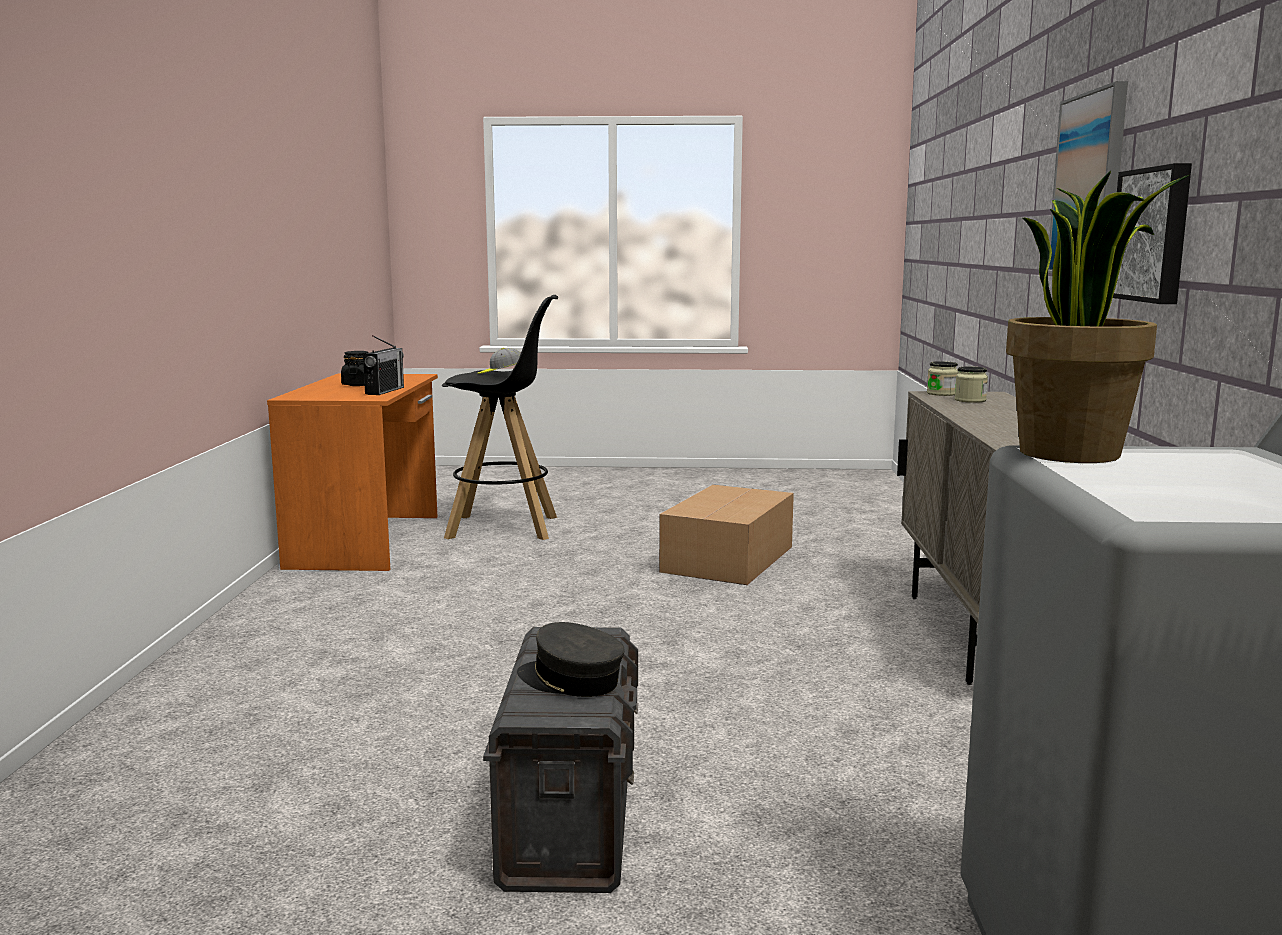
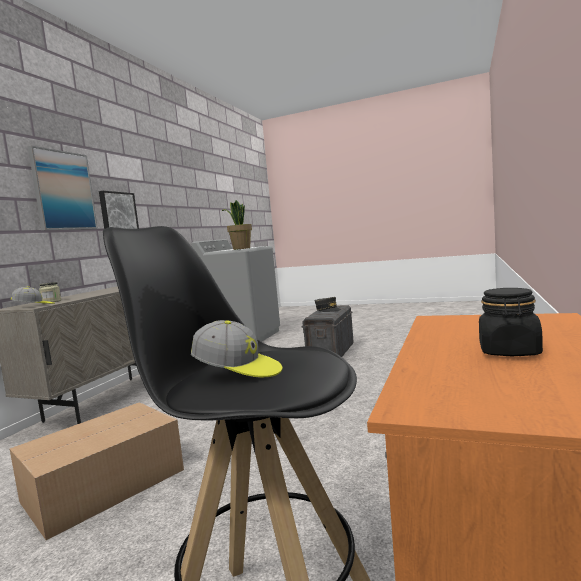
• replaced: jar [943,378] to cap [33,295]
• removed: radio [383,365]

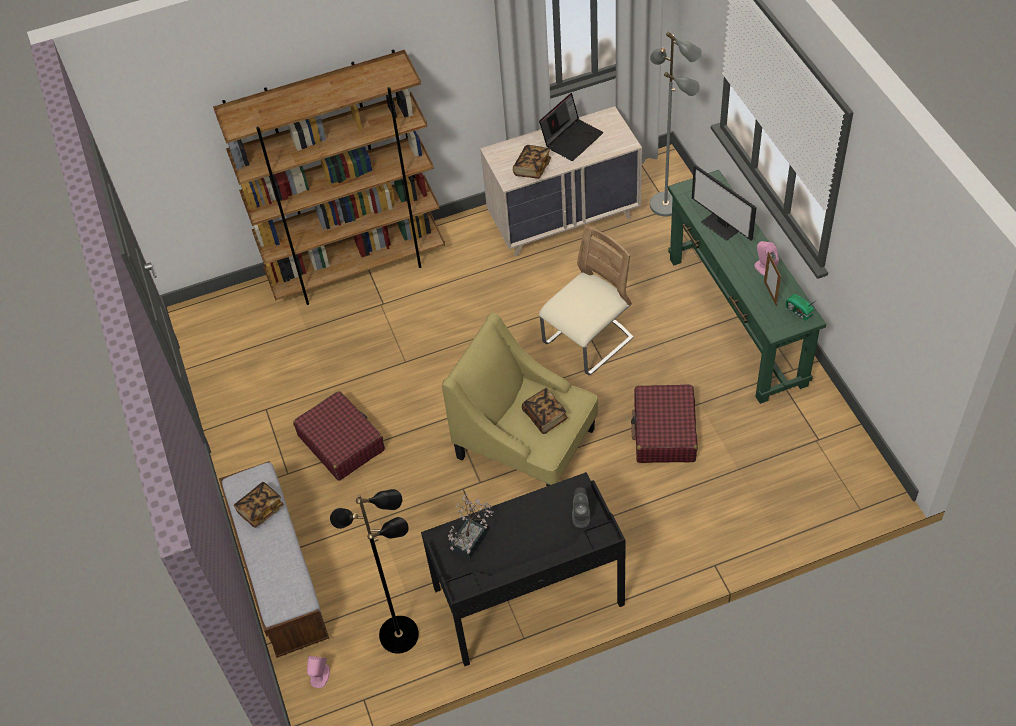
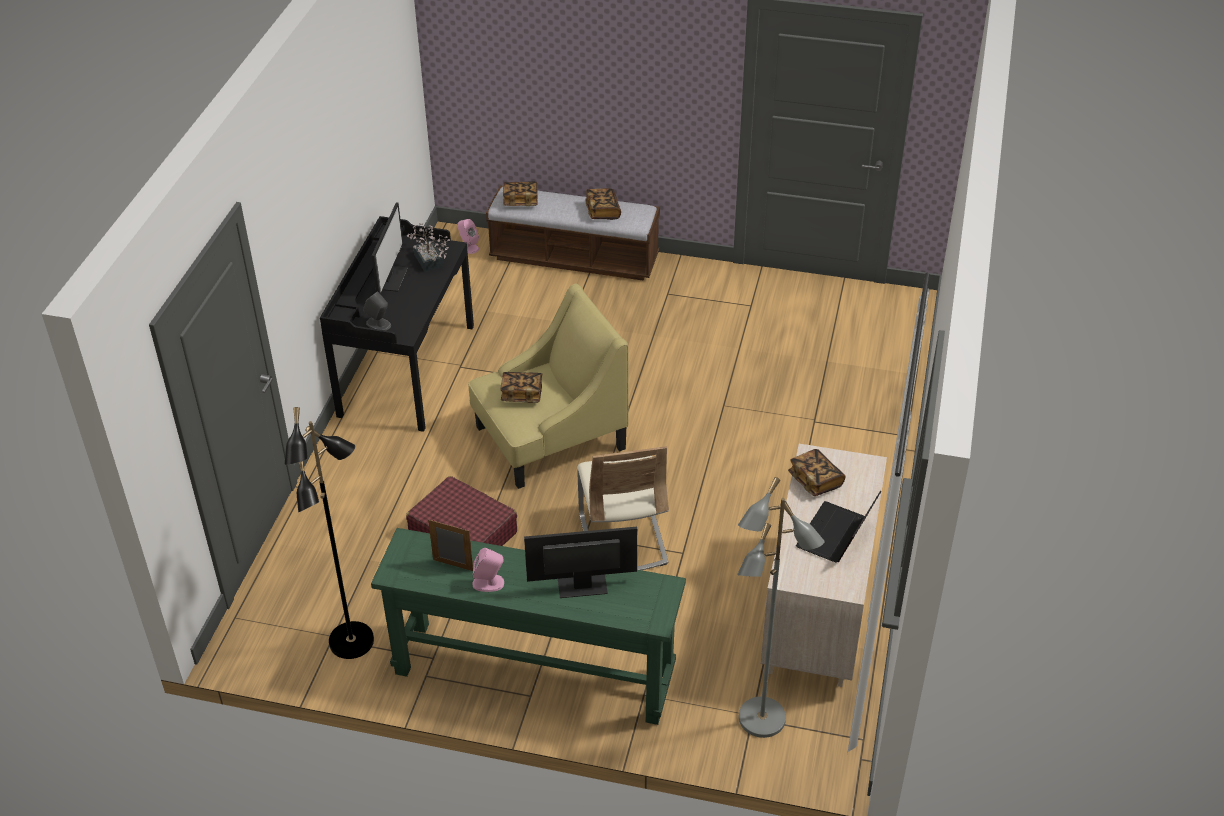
• moved: black floor lamp [374,571] to [329,533]
• added: monitor [390,248]
• added: book [520,194]
• turned: laptop [571,127] = [838,526] 45 degrees clockwise
• removed: brown bookcase [329,177]
• removed: red suitcase [339,436]
• removed: radio [802,307]

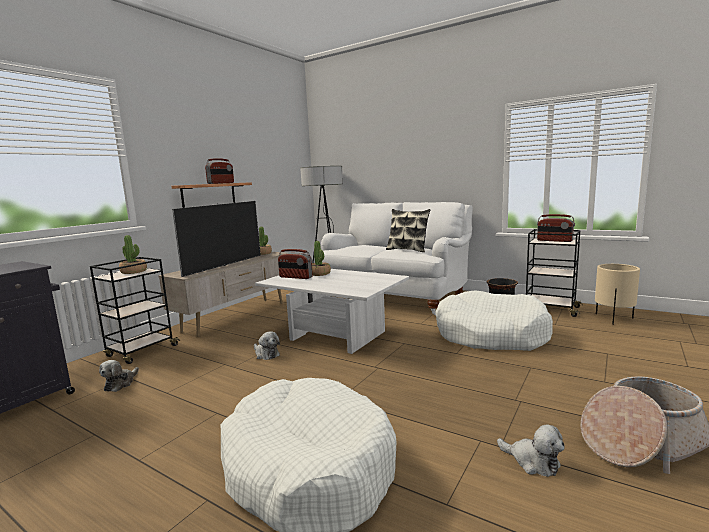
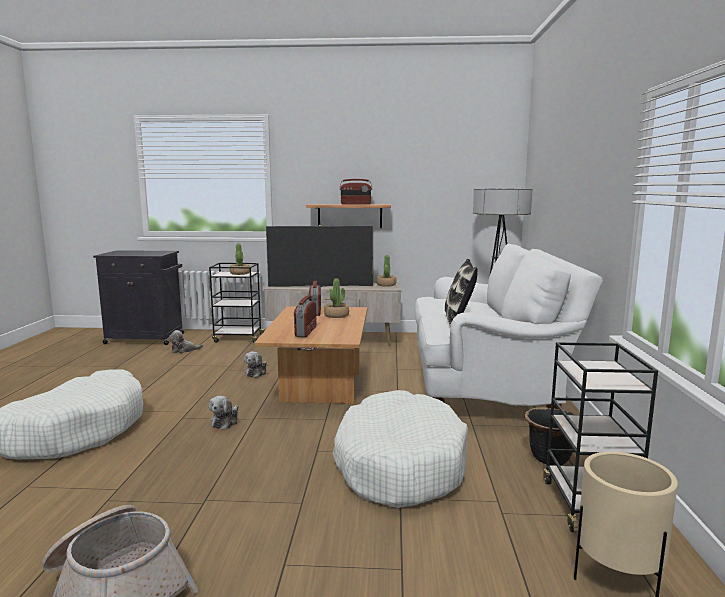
• moved: plush toy [531,450] to [224,412]
• recoloured: white coffee table [332,311] to brown coffee table [310,355]
• moved: radio [556,228] to [305,316]

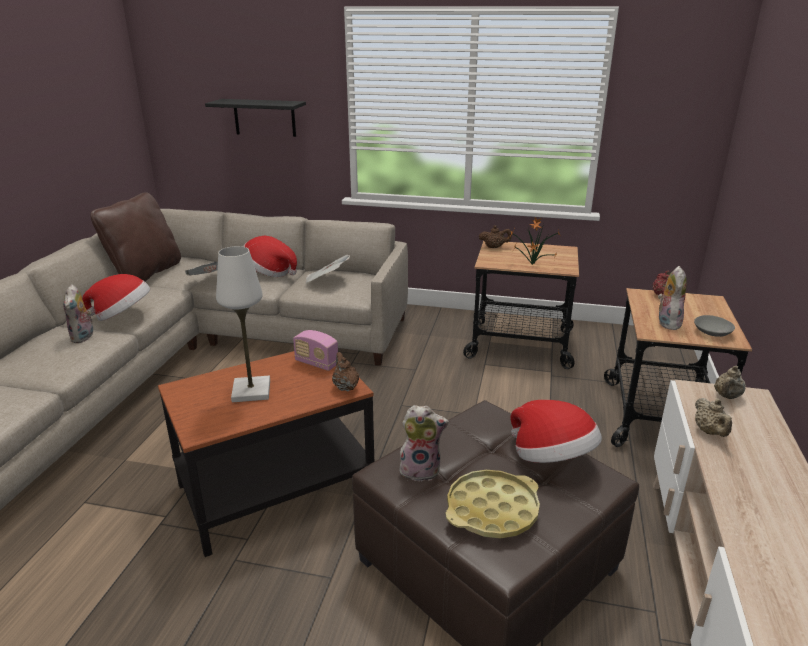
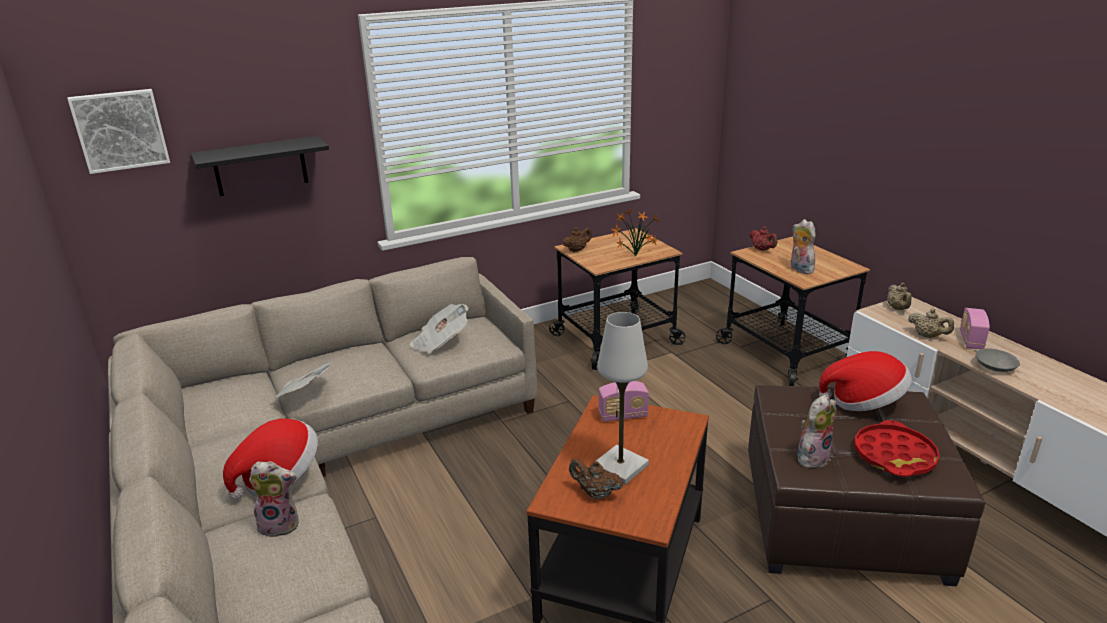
• added: picture [118,131]
• turned: plush toy [78,313] = [274,499] 45 degrees counterclockwise
• moved: brown teapot [345,372] to [596,478]
• recoloured: yellow tray [493,504] to red tray [897,448]
• added: radio [975,328]
• moved: grey bowl [714,326] to [997,360]
• removed: brown pillow [136,236]
• removed: hat [270,256]

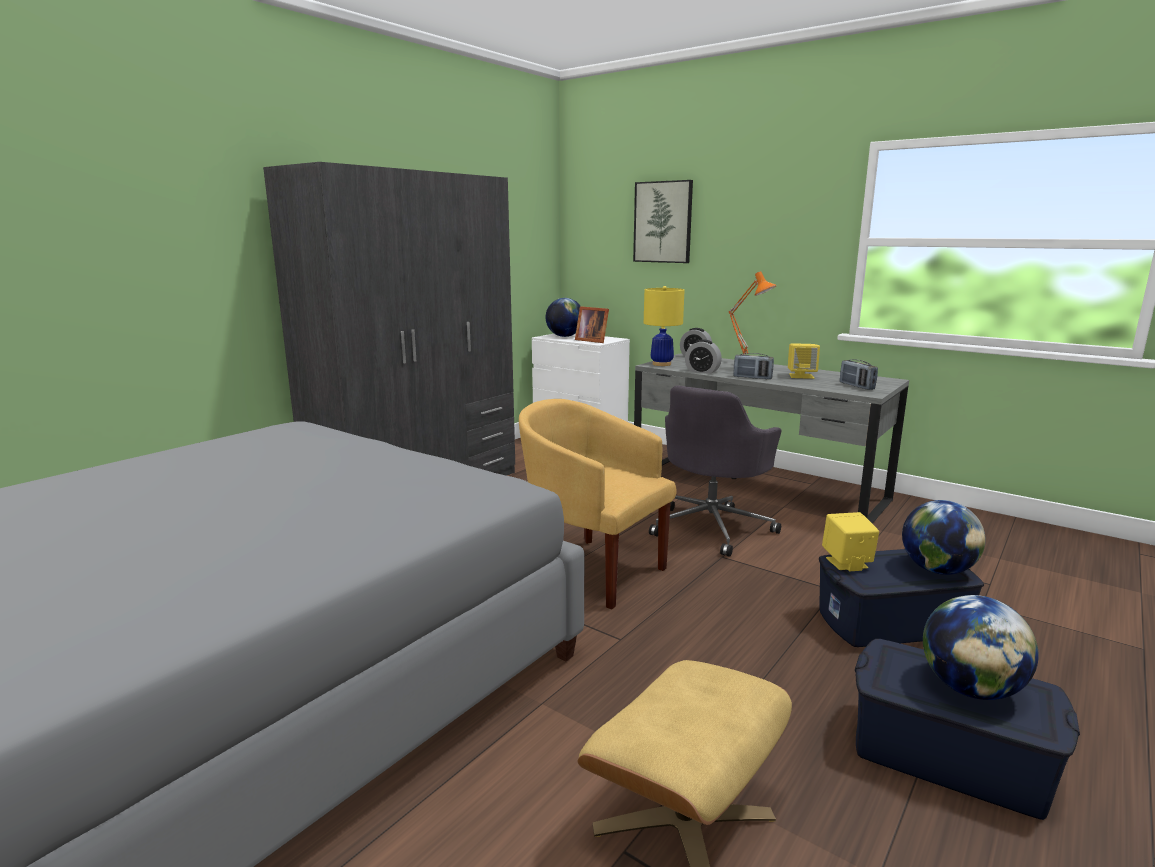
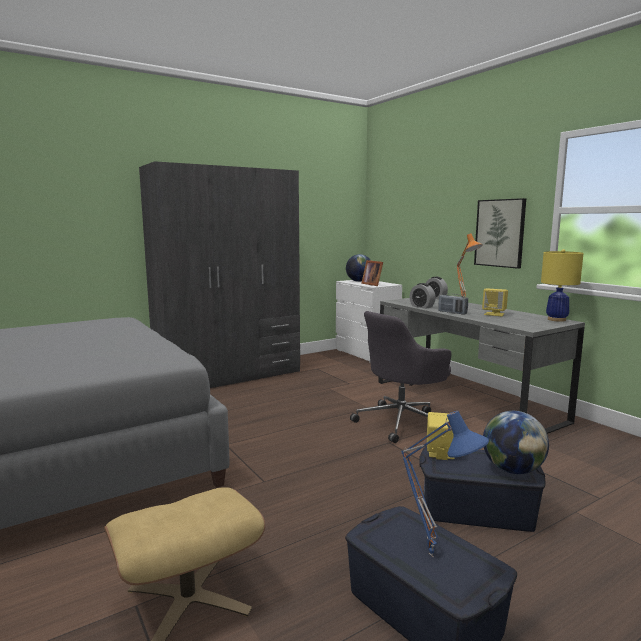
• replaced: globe [981,647] to blue table lamp [445,484]
• moved: picture [663,221] to [500,233]
• moved: yellow table lamp [664,326] to [562,285]
• removed: yellow armchair [598,504]
• removed: radio [859,375]

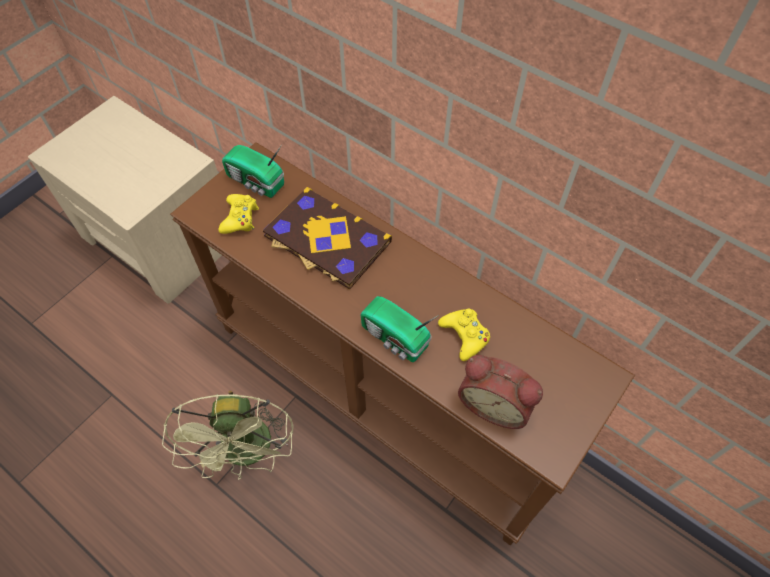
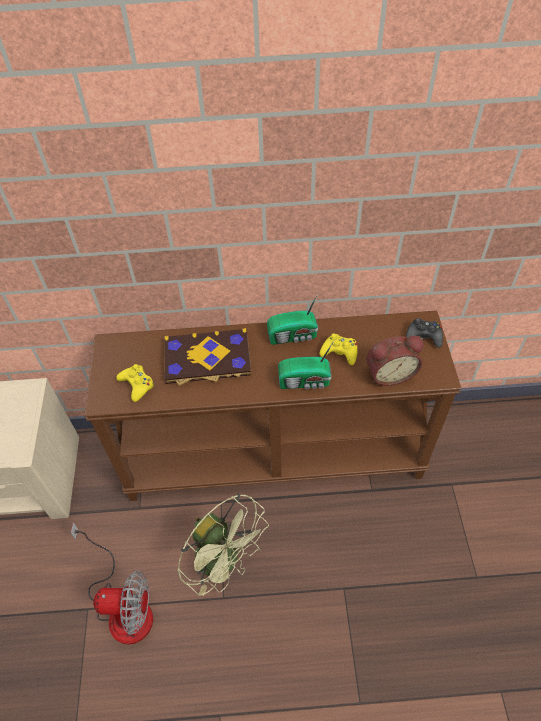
• added: fan [112,584]
• moved: radio [253,171] to [293,318]
• added: black game controller [424,333]

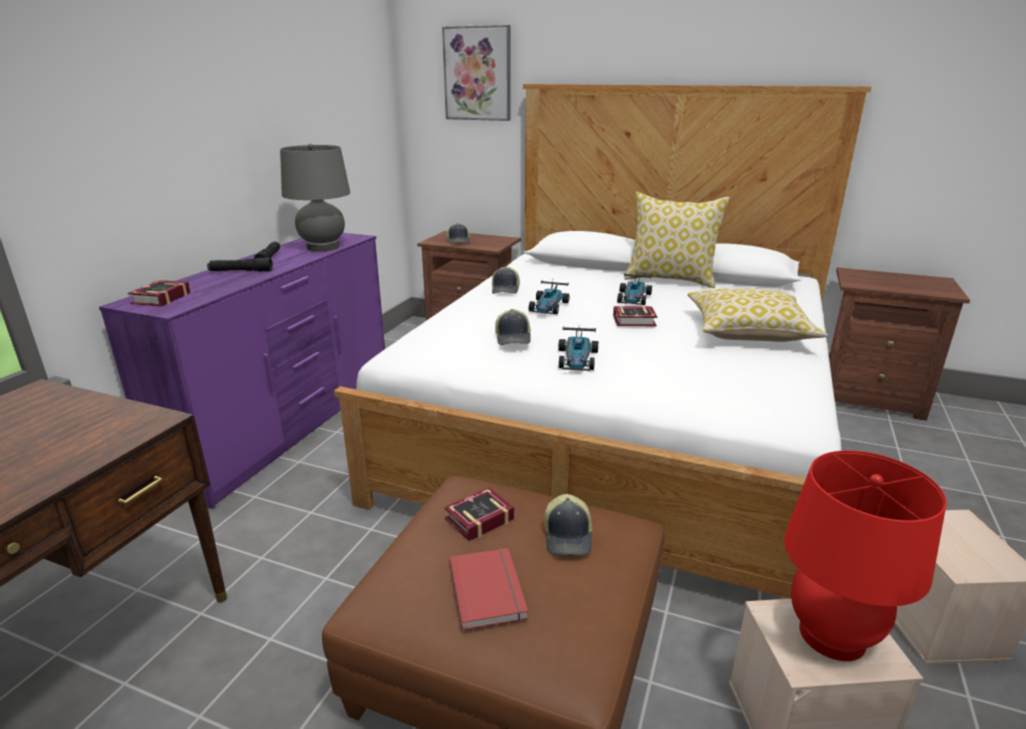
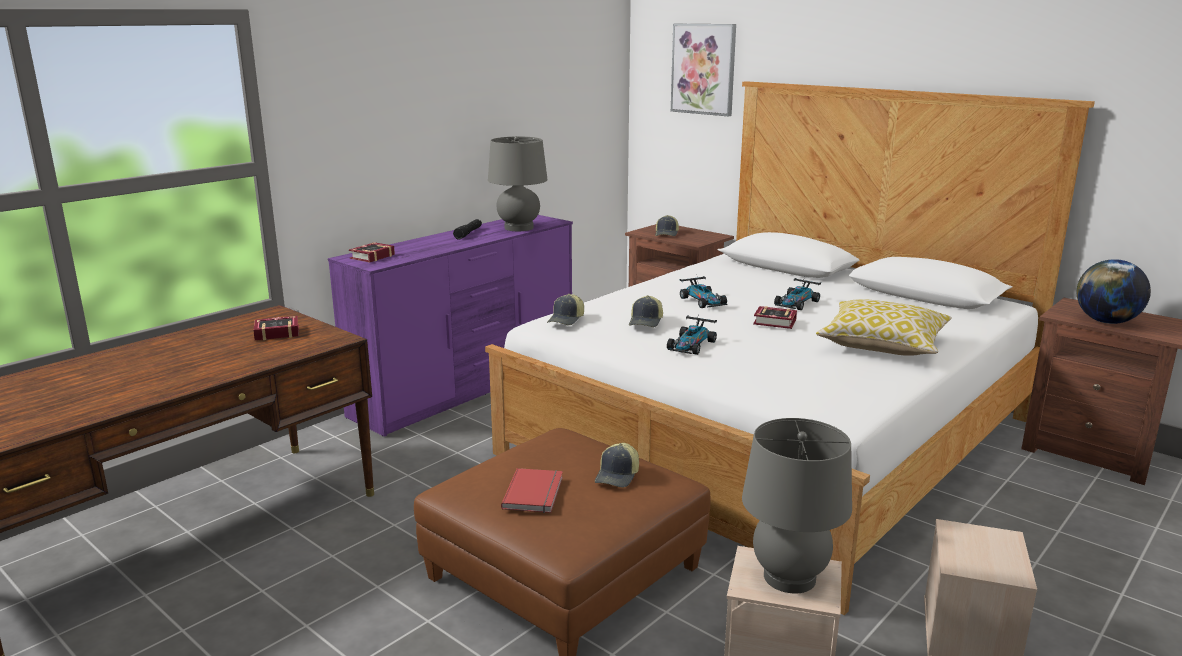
• moved: book [479,514] to [276,328]
• moved: cap [506,280] to [565,309]
• turned: toy car [549,297] = [703,291] 60 degrees counterclockwise
• recoloured: red table lamp [865,555] to grey table lamp [797,505]
• added: globe [1114,291]
• removed: black flashlight [240,264]
• removed: pillow [677,240]

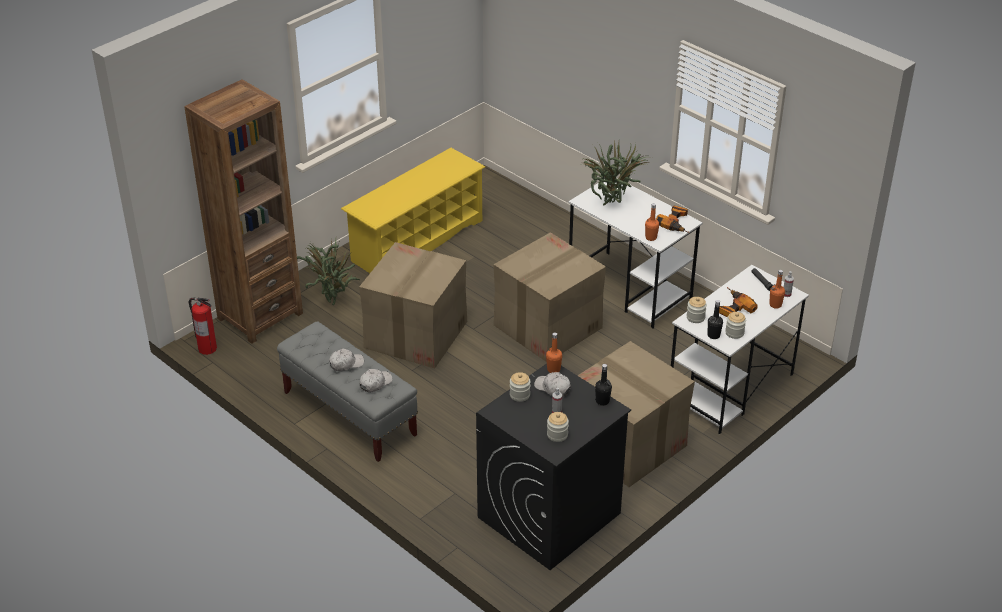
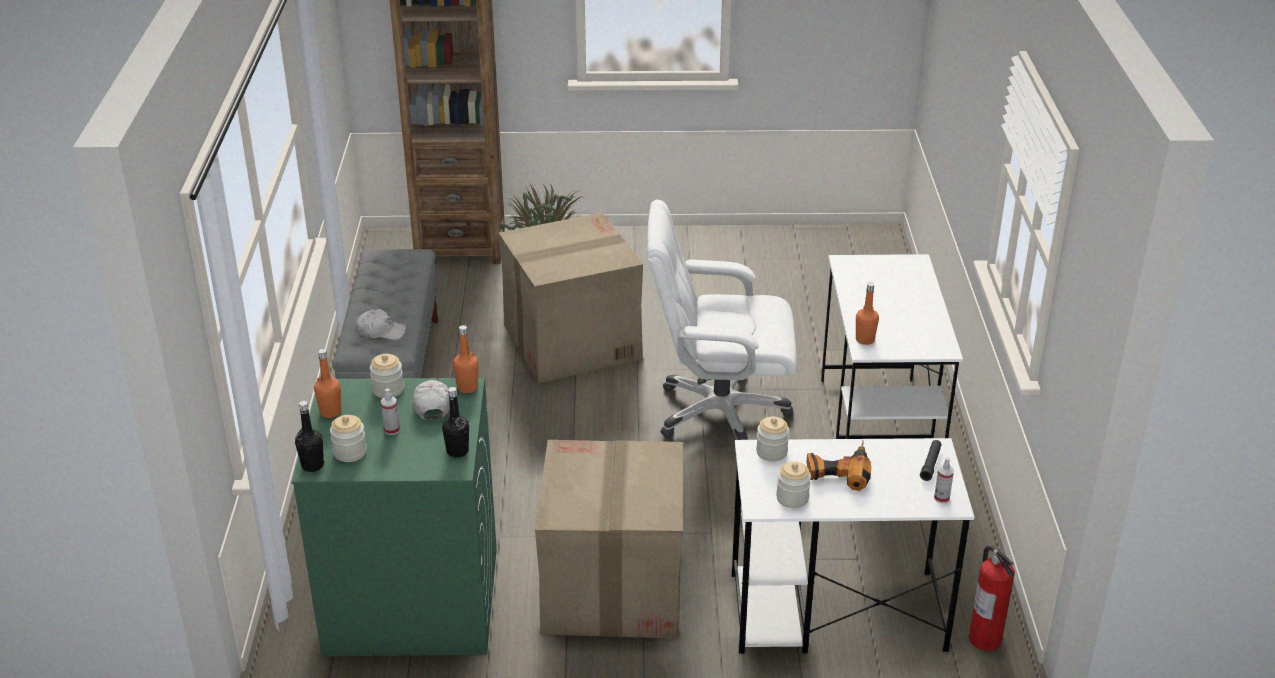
• recoloured: black washing machine [553,467] to green washing machine [394,517]
• moved: black bottle [715,319] to [309,436]
• moved: orange bottle [777,289] to [327,383]
• replaced: cardboard box [549,297] to white office chair [722,320]
• moved: fire extinguisher [202,326] to [992,598]
• removed: white cap [346,359]
• removed: yellow shoe rack [413,210]
• removed: potted plant [617,173]
• removed: power drill [673,219]

